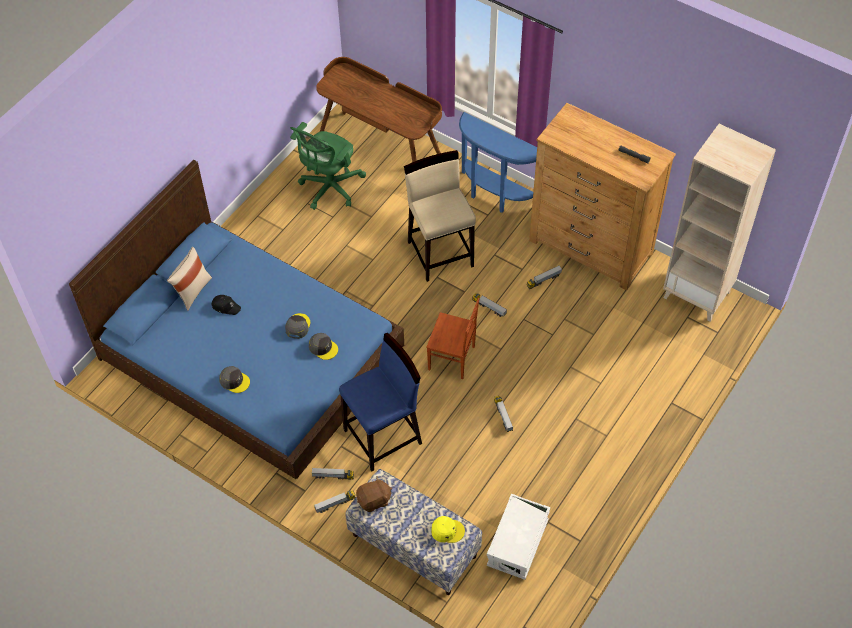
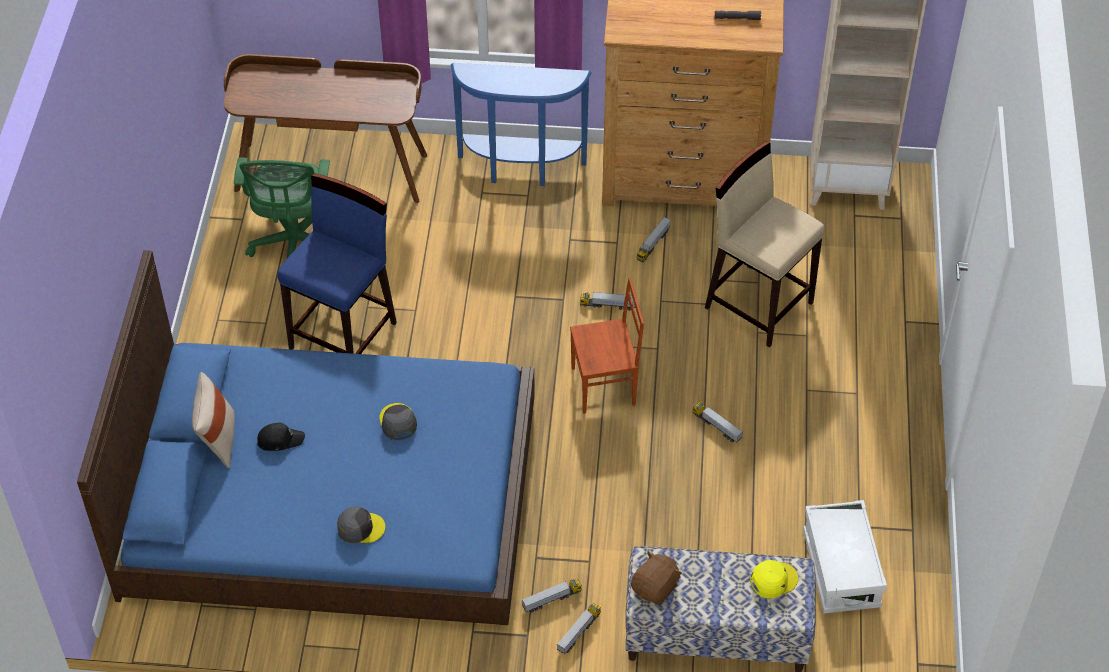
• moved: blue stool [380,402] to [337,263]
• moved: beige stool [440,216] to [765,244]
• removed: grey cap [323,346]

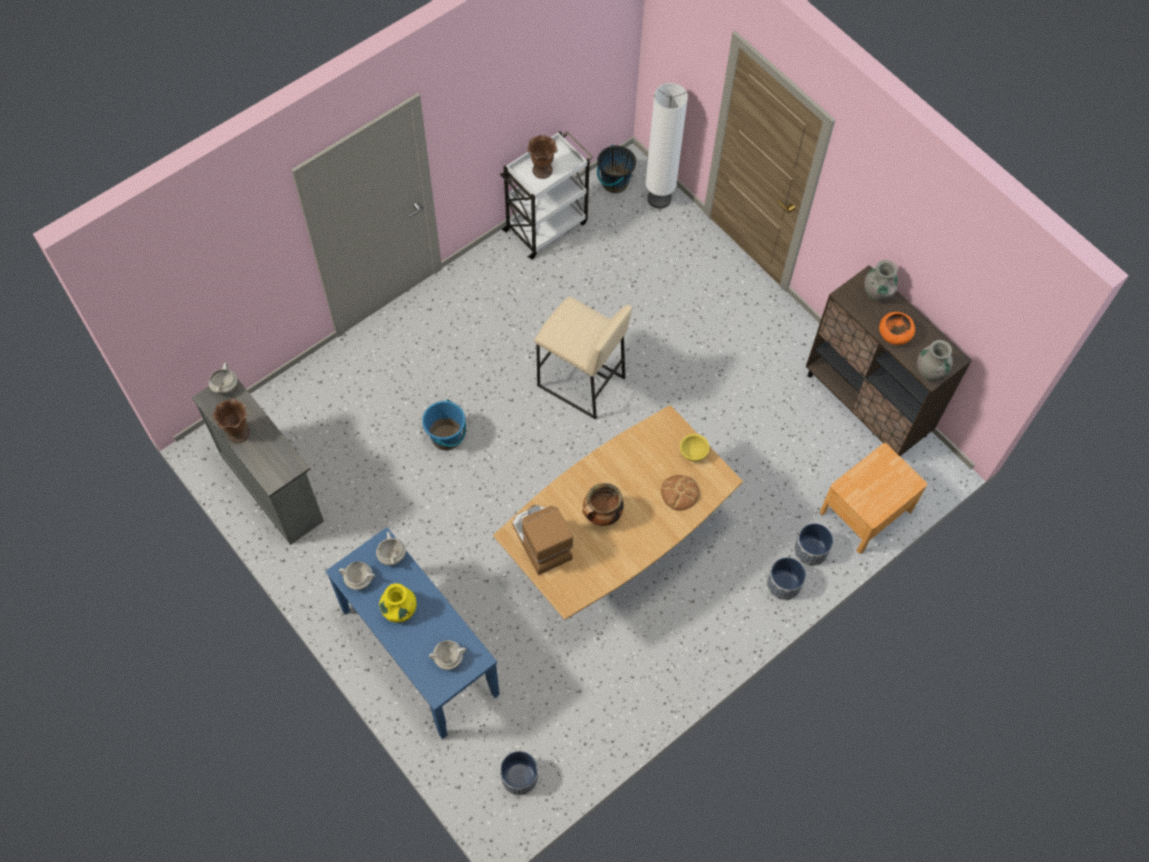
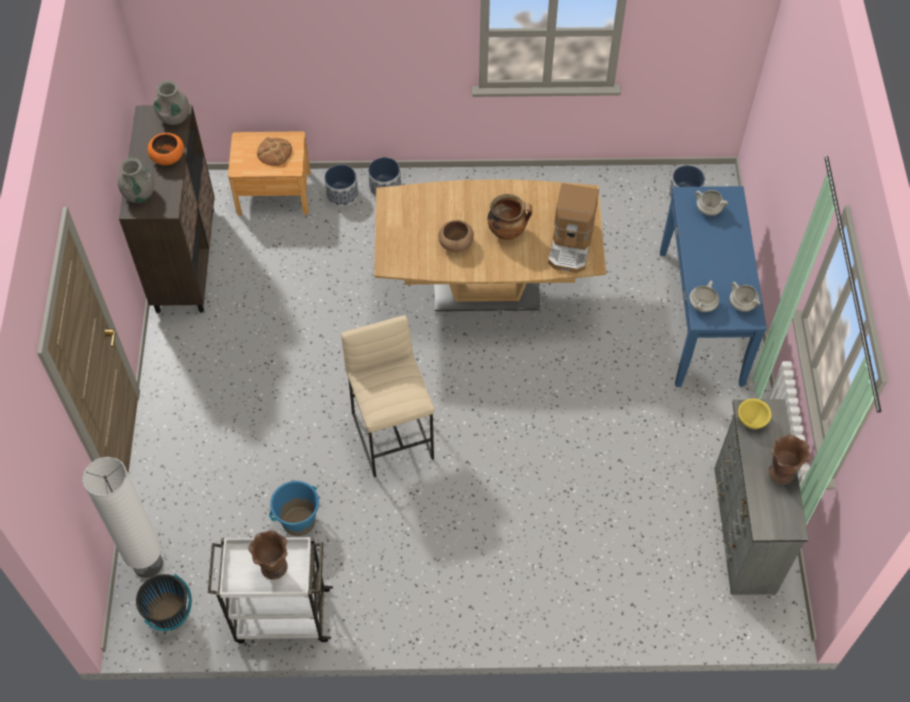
• moved: bread [680,492] to [274,151]
• moved: blue bucket [444,424] to [294,508]
• added: brown bowl [456,236]
• moved: yellow bowl [695,448] to [755,413]
• removed: white cooking pot [223,378]
• removed: yellow vase [398,603]

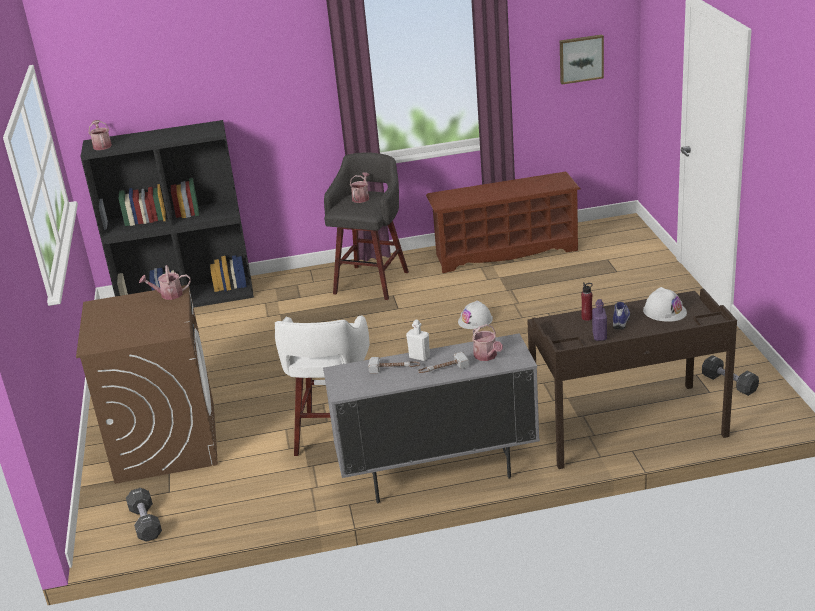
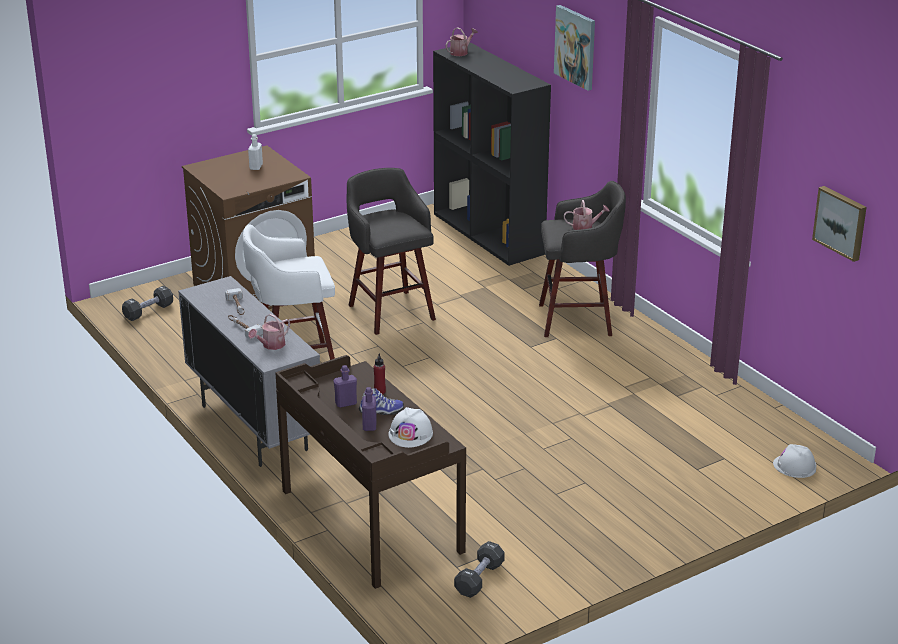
• moved: white bottle [418,340] to [255,152]
• added: grey stool [391,251]
• added: purple bottle [369,409]
• added: picture [574,48]
• moved: white hard hat [475,314] to [794,461]
• removed: watering can [165,282]
• removed: brown shoe rack [503,222]

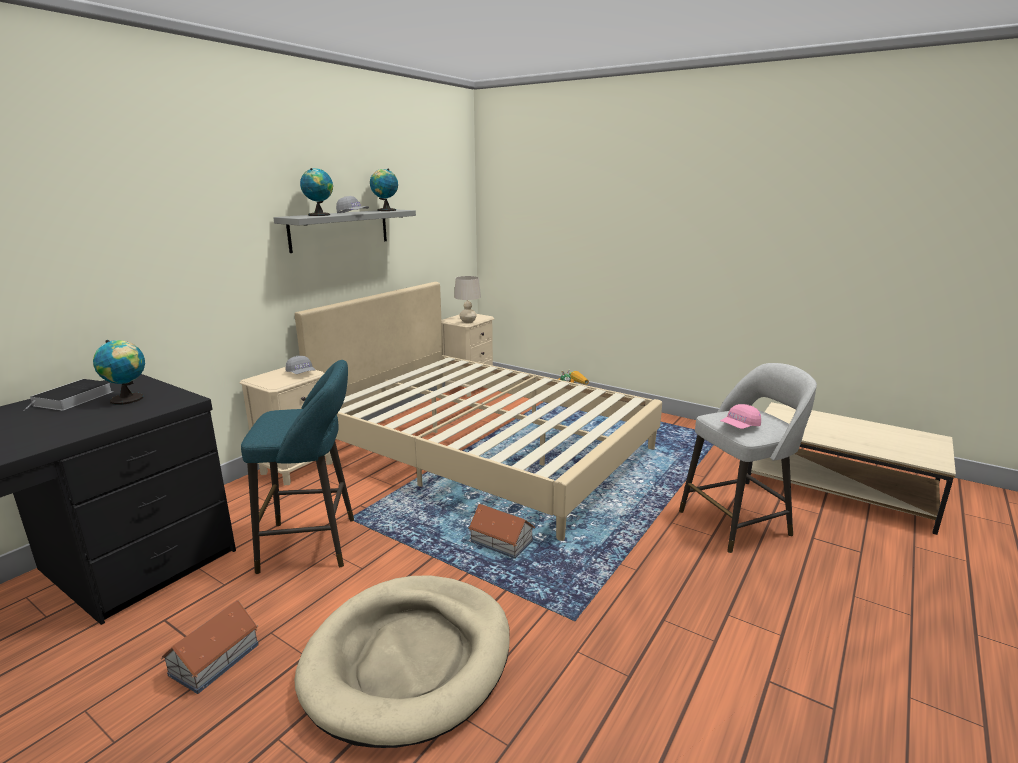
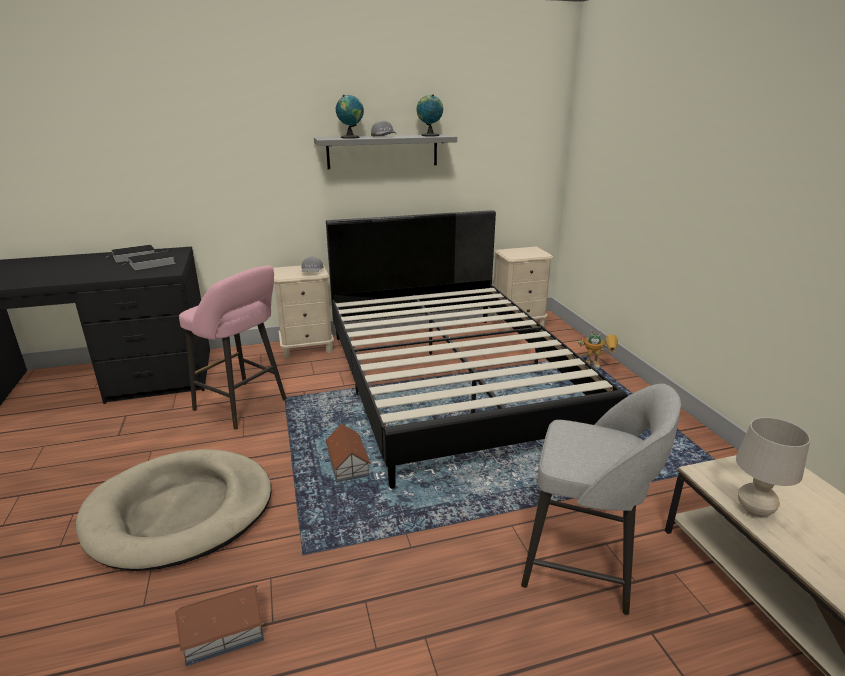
• replaced: globe [119,372] to book [149,260]
• moved: toy house [209,647] to [219,625]
• recoloured: turquoise stool [297,467] to pink stool [233,347]
• recoloured: beige bed [478,411] to black bed [477,349]
• moved: beige table lamp [467,299] to [773,467]
• removed: pink cap [741,416]

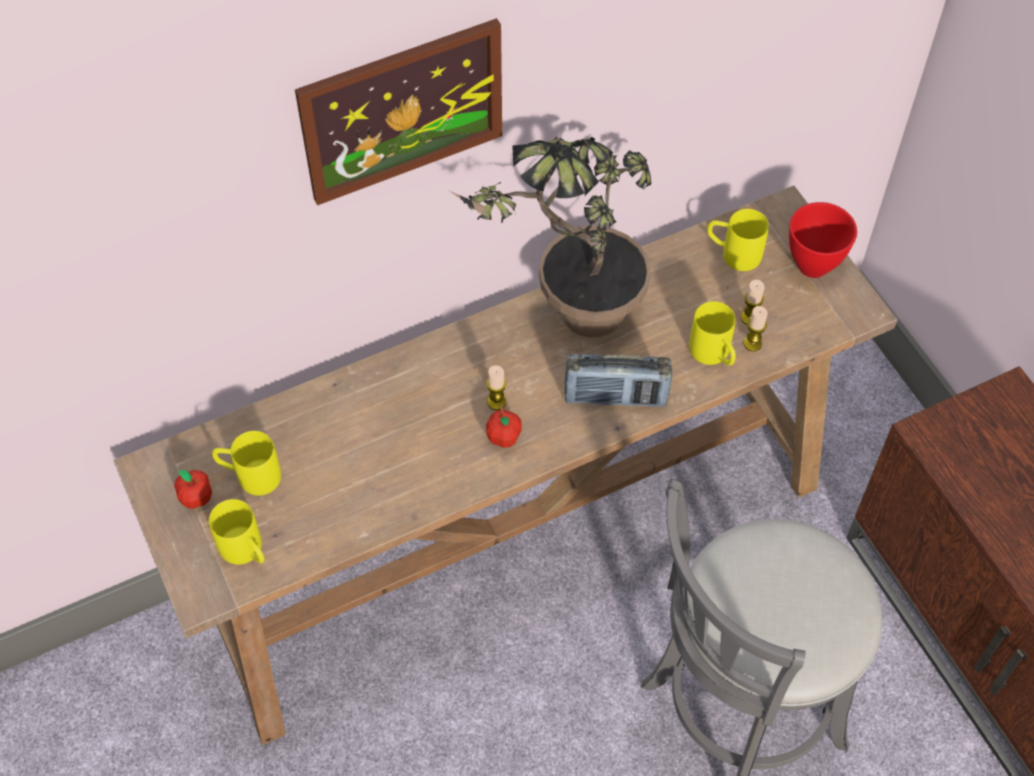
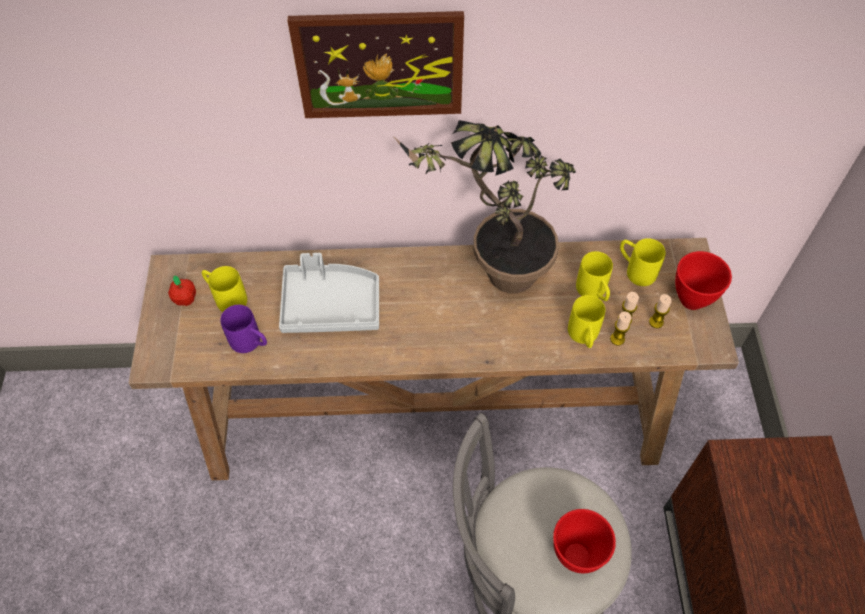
• added: purple mug [243,329]
• added: grey tray [329,293]
• added: red bowl [584,541]
• moved: yellow mug [236,532] to [594,276]
• moved: candle [496,387] to [660,311]
• removed: apple [504,426]
• removed: radio [618,380]

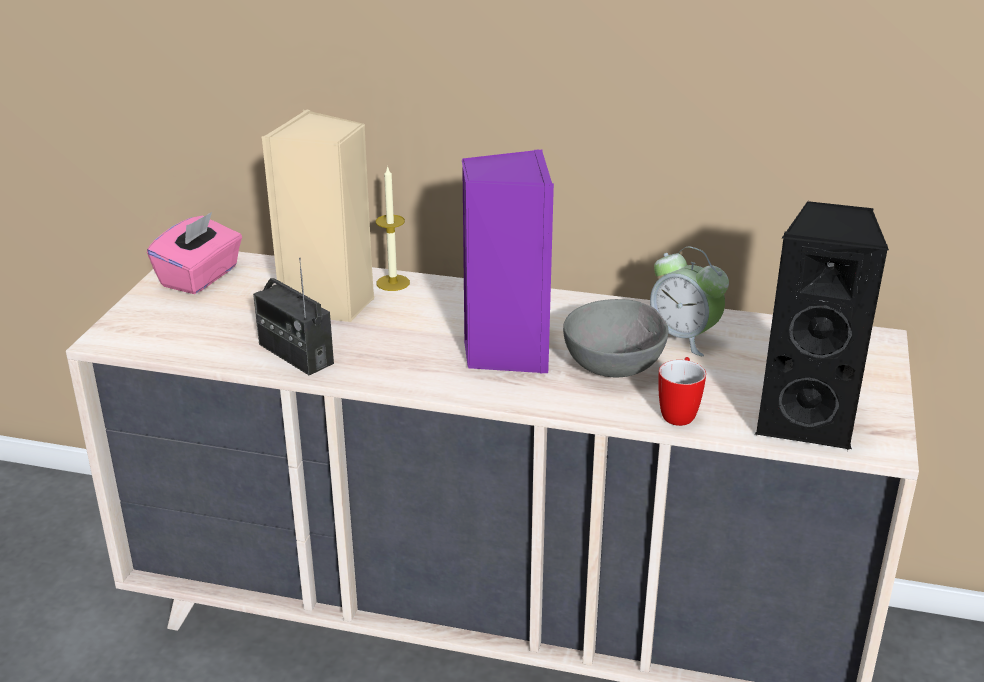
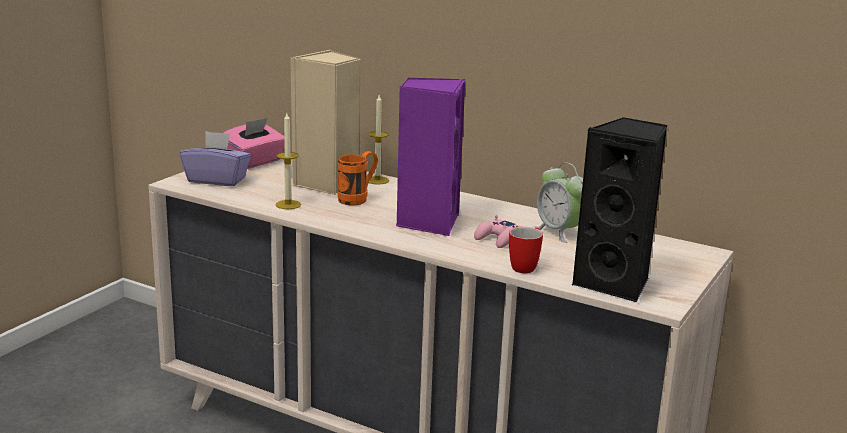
• added: purple tissue box [215,158]
• replaced: radio [293,316] to candle [288,161]
• added: orange mug [358,178]
• replaced: grey bowl [615,338] to pink game controller [498,231]

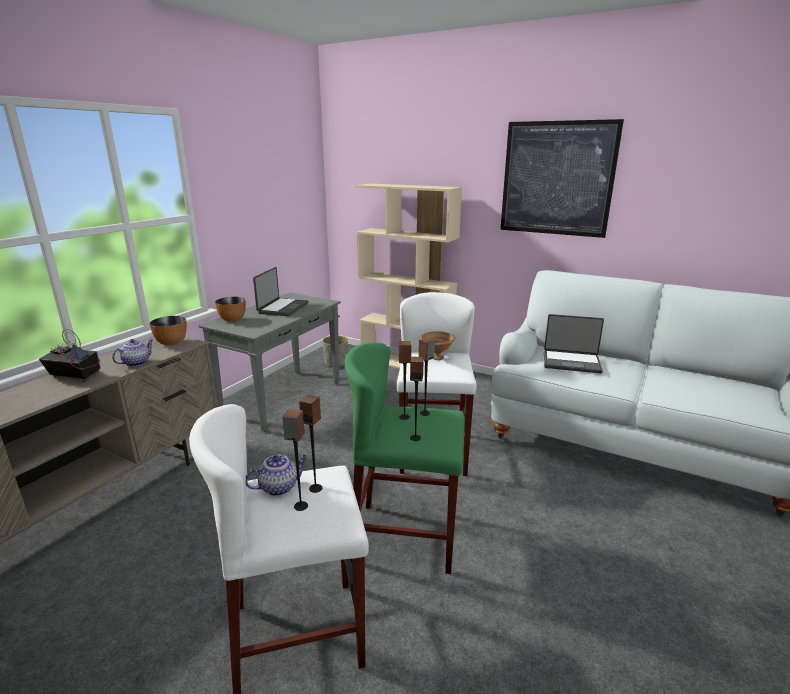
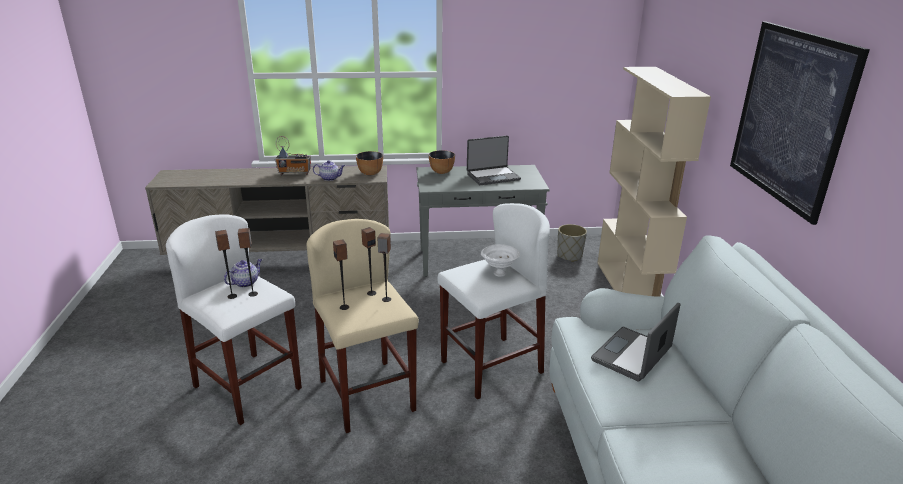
• turned: teapot [276,475] = [243,273] 75 degrees counterclockwise
• turned: radio [69,355] = [293,155] 105 degrees clockwise
• recoloured: green stool [405,458] to beige stool [363,326]
• recoloured: brown bowl [438,345] to white bowl [500,260]
• turned: laptop [574,344] = [636,342] 60 degrees clockwise

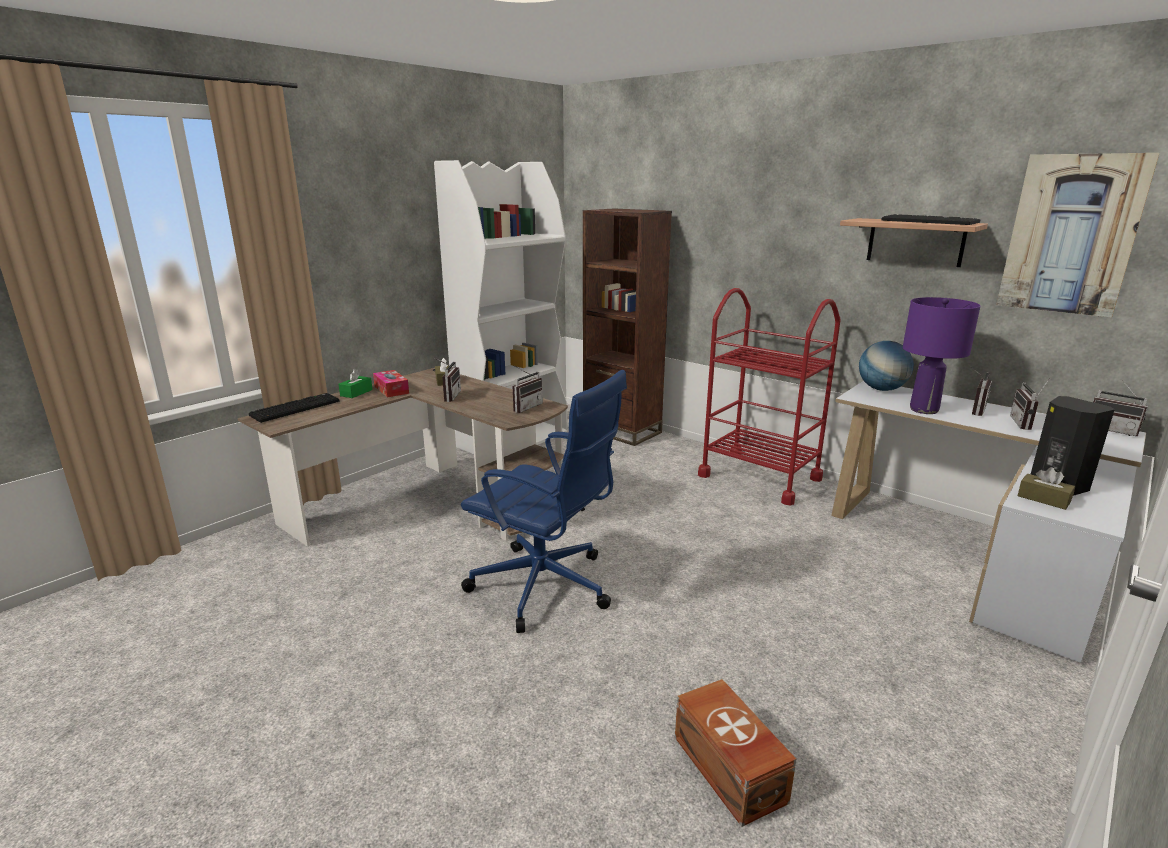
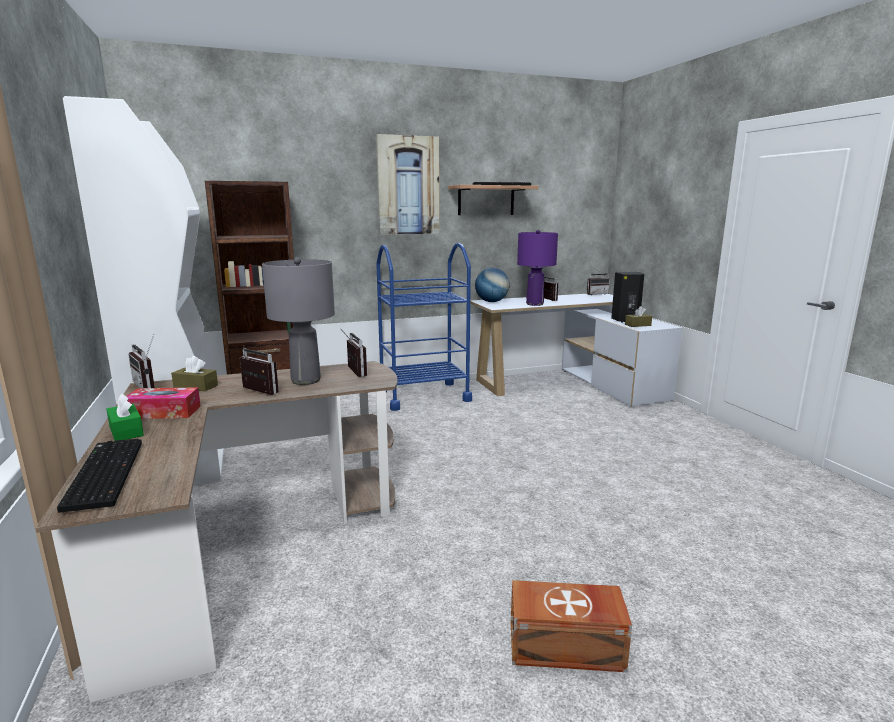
• moved: radio [1029,405] to [141,361]
• added: grey table lamp [298,321]
• moved: picture [1078,235] to [407,184]
• recoloured: red cart [769,397] to blue cart [424,327]
• moved: brown storage box [735,753] to [571,626]
• removed: blue office chair [544,501]

